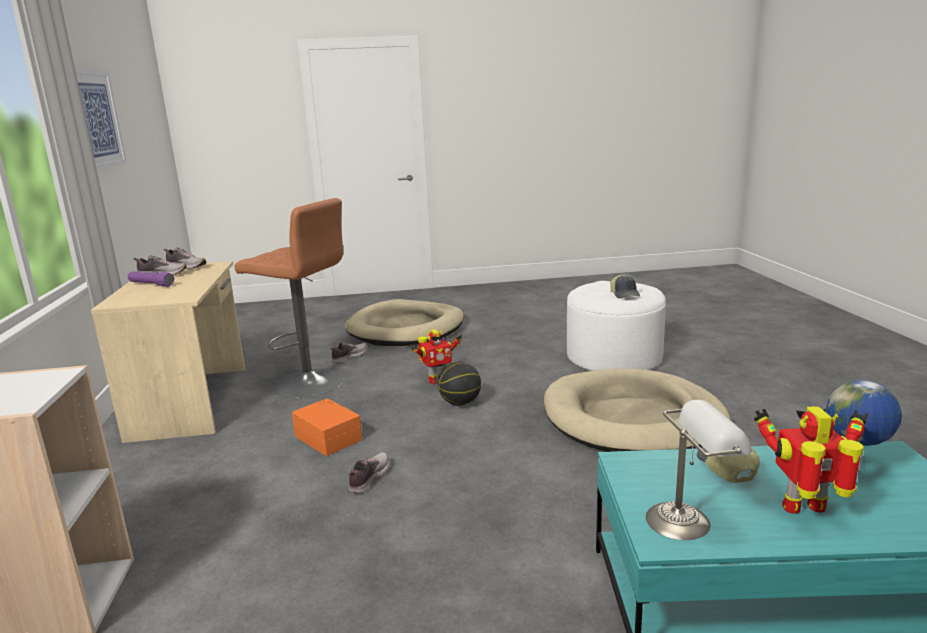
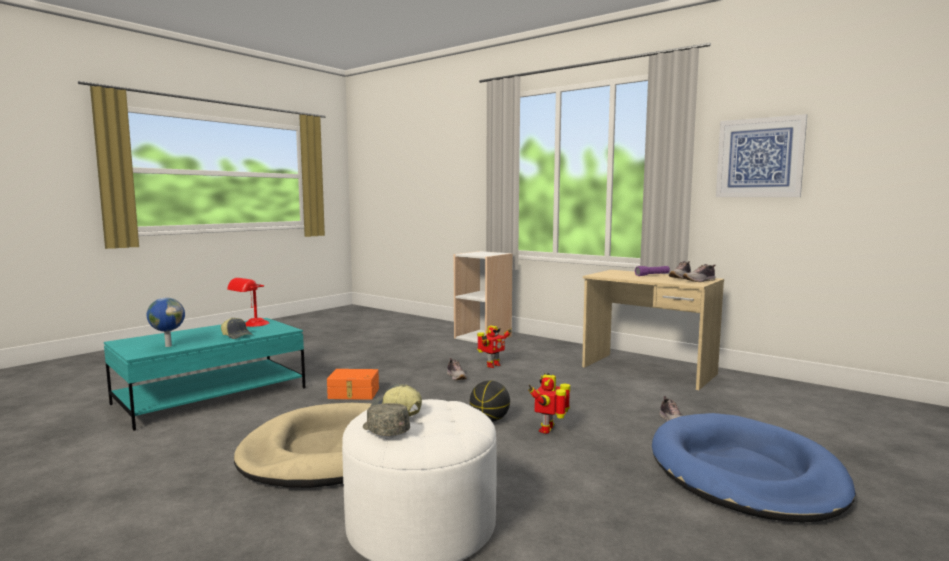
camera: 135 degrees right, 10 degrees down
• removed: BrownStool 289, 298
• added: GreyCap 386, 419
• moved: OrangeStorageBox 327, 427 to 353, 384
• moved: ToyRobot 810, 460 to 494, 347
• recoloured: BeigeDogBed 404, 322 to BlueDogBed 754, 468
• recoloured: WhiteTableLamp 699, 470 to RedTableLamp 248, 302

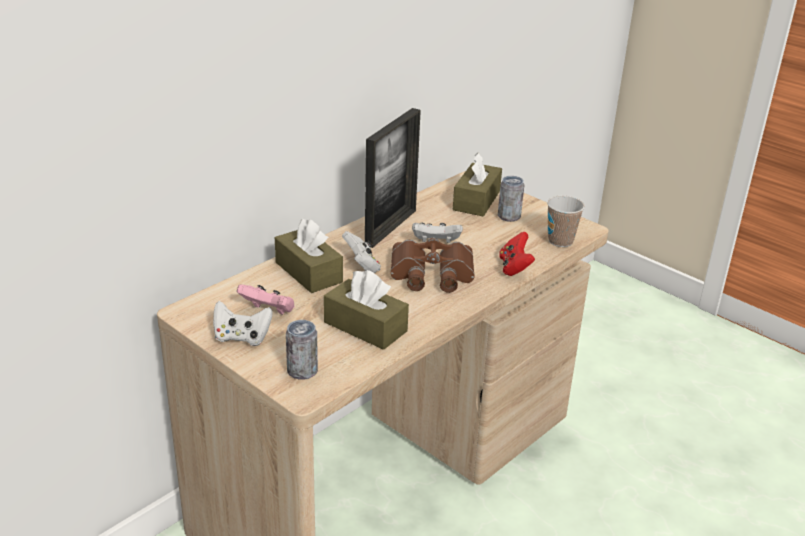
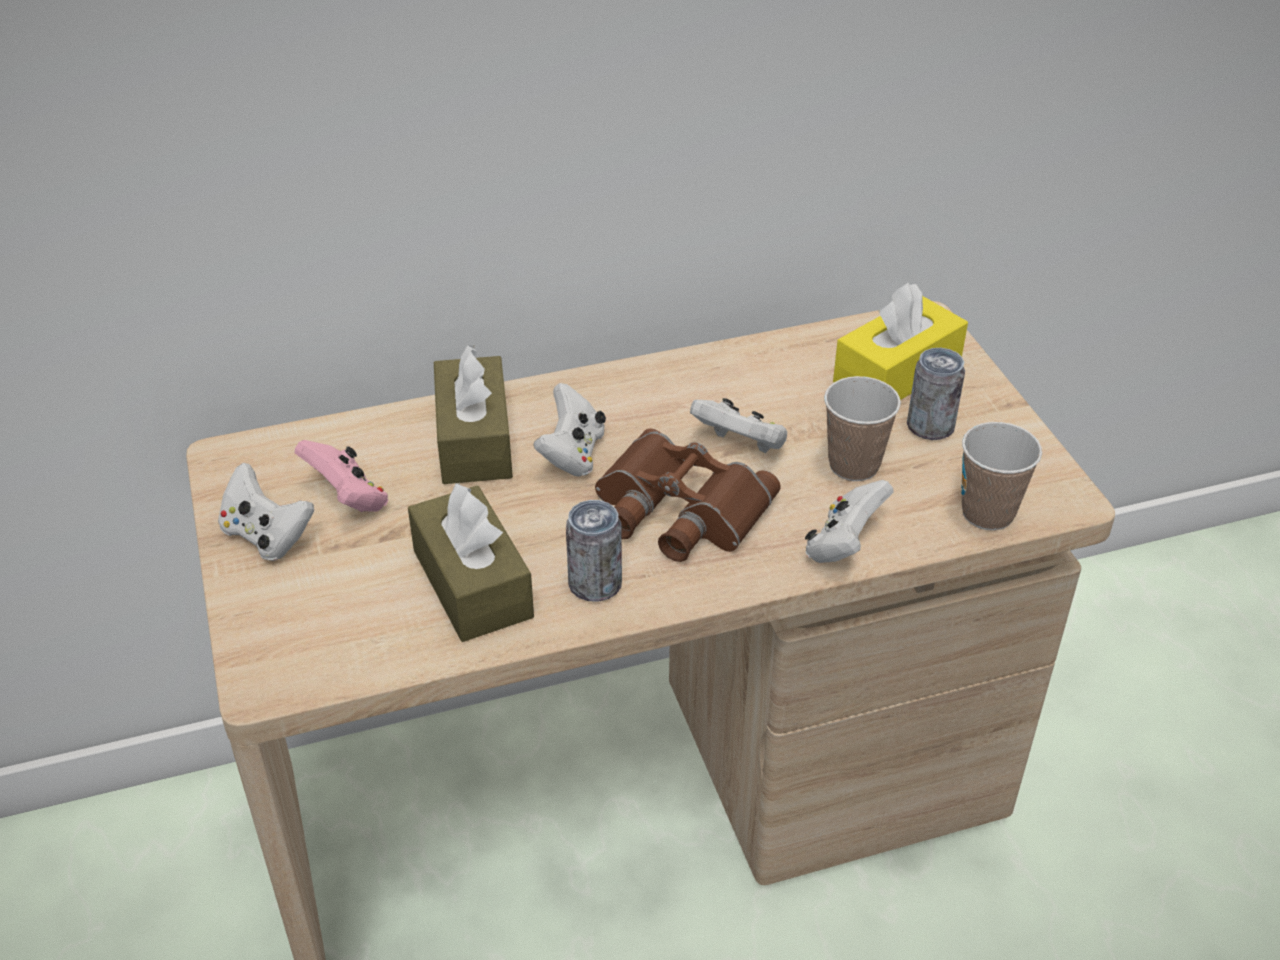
camera: 30 degrees right, 10 degrees up
• removed: PictureFrame 393, 178
• added: Cup 862, 428
• moved: Can 302, 350 to 594, 551
• recoloured: BrownTissueBox 477, 184 to YellowTissueBox 900, 341
• recoloured: RedGameController 517, 254 to WhiteGameController 849, 521

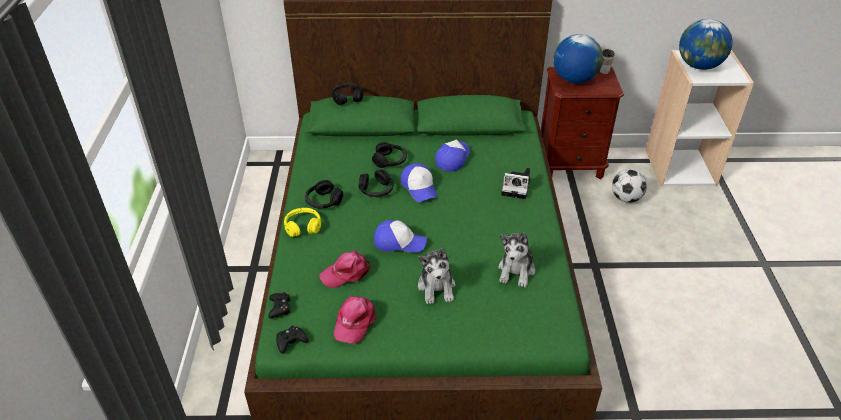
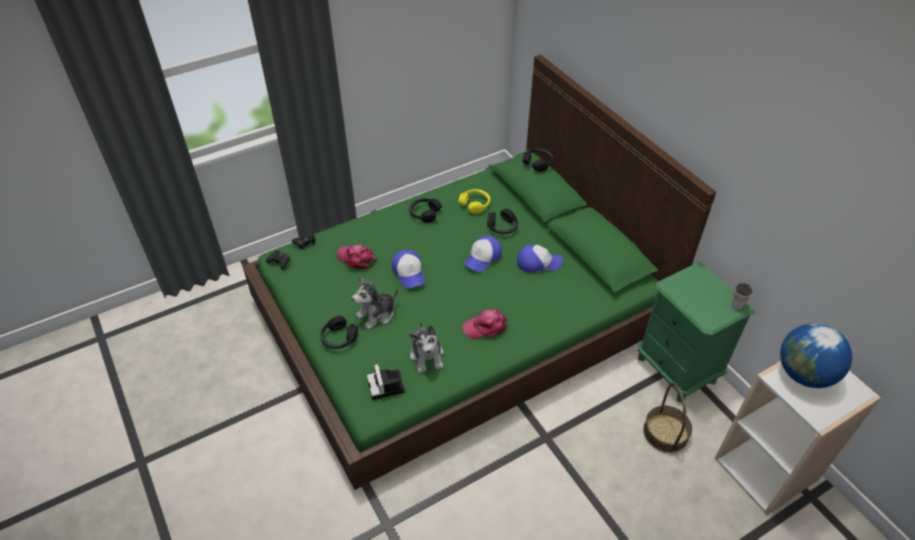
camera: 60 degrees right, 5 degrees up
• removed: Globe 578, 59
• moved: YellowHeadphones 302, 222 to 474, 201
• moved: PinkCap 354, 320 to 485, 324
• moved: BlackHeadphones 376, 183 to 339, 332
• moved: PhotoCamera 515, 183 to 386, 382
• replaced: Football 629, 186 to Basket 667, 418
• recoloured: BrownNightstand 582, 123 to GreenNightstand 696, 332
• turned: PlushToy 516, 260 = 426, 347 90 degrees counterclockwise

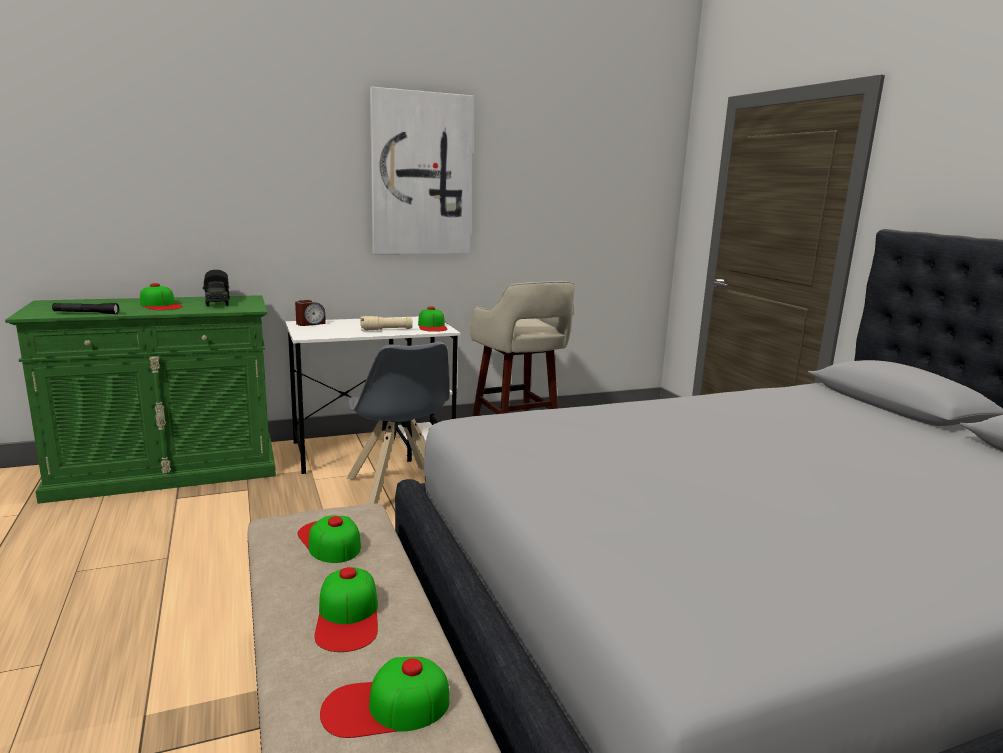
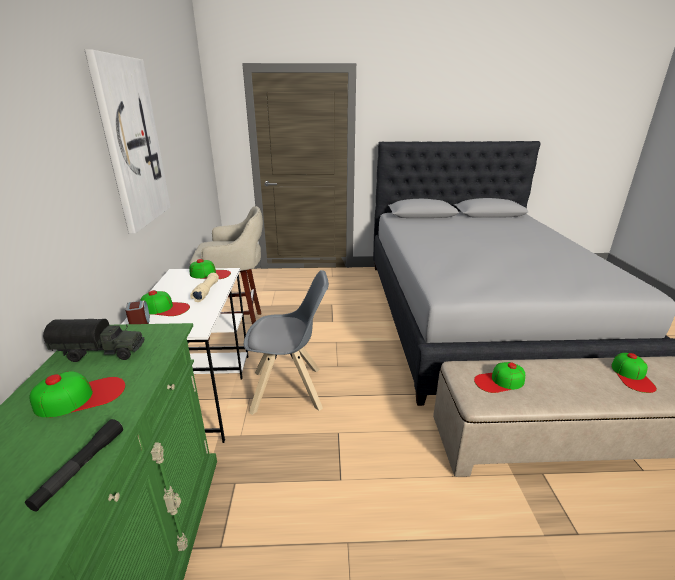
camera: 70 degrees left, 10 degrees up
• moved: Cap 346, 609 to 165, 303

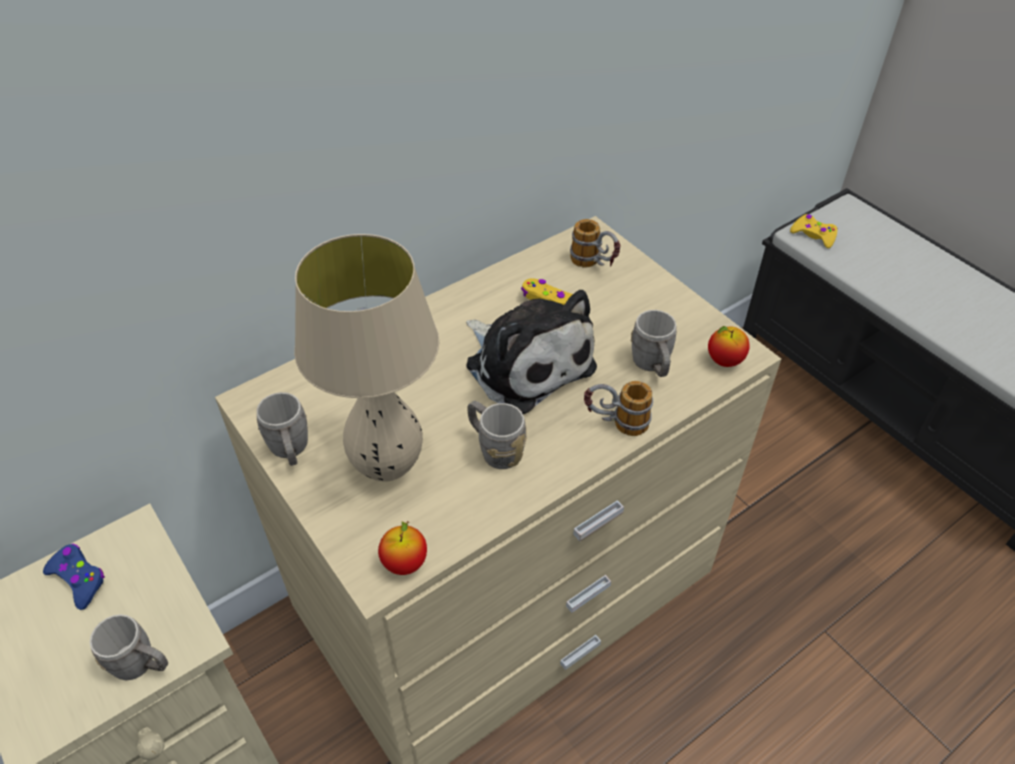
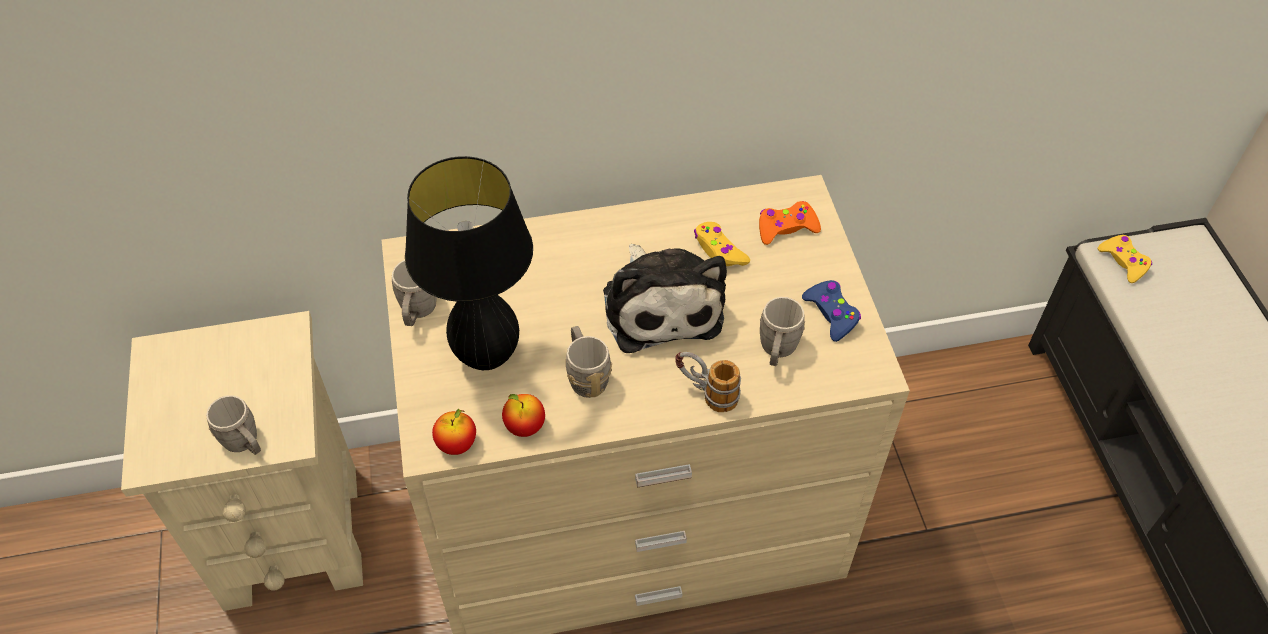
camera: 25 degrees right, 5 degrees up
• moved: BlueGameController 74, 577 to 831, 311
• moved: Apple 729, 346 to 523, 415
• replaced: Mug 595, 243 to OrangeGameController 790, 223
• recoloured: BeigeTableLamp 366, 358 to BlackTableLamp 469, 263

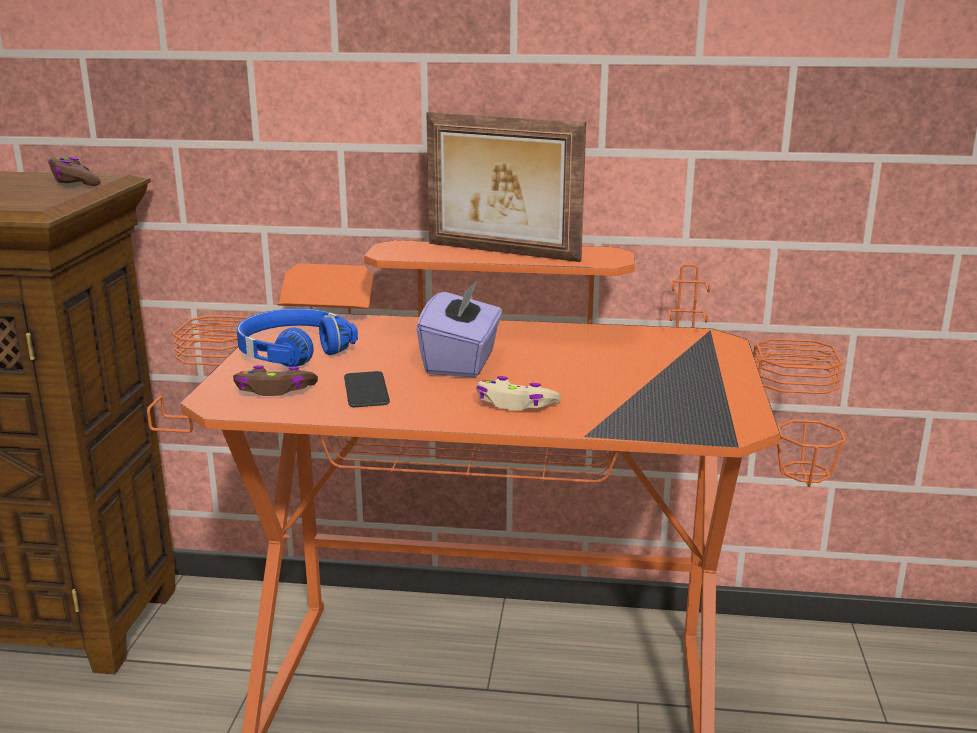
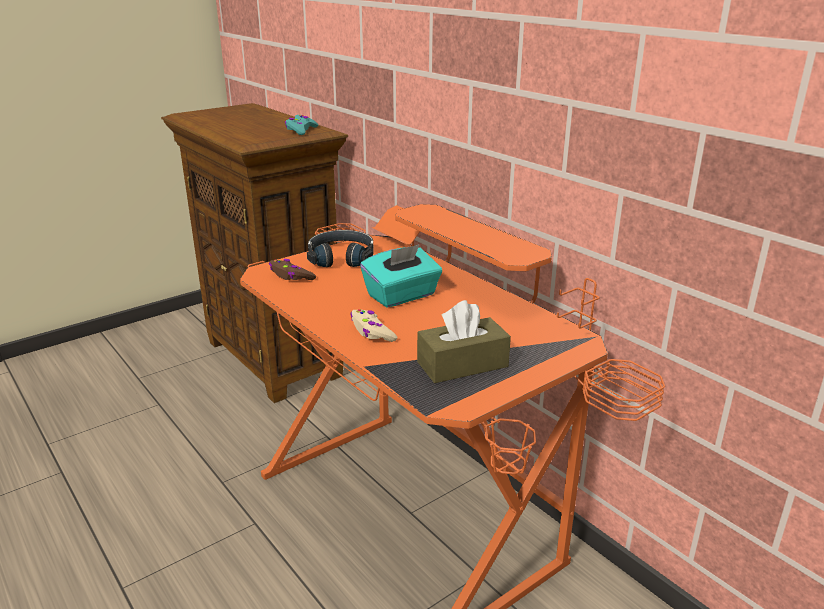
camera: 45 degrees right, 5 degrees up
• removed: Phone 367, 389
• removed: PictureFrame 506, 187
• added: BrownTissueBox 464, 341
• recoloured: BrownGameController 75, 171 to TurquoiseGameController 301, 125
• recoloured: BlueHeadphones 297, 337 to BlackHeadphones 340, 248
• recoloured: PurpleTissueBox 459, 328 to TurquoiseTissueBox 401, 276

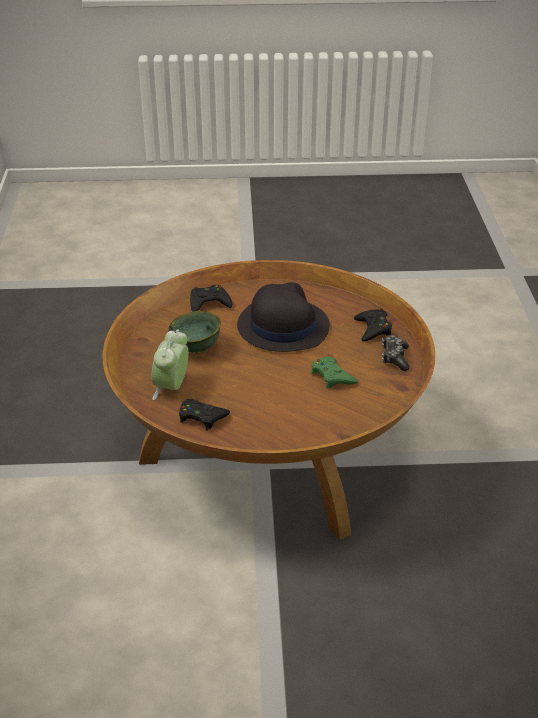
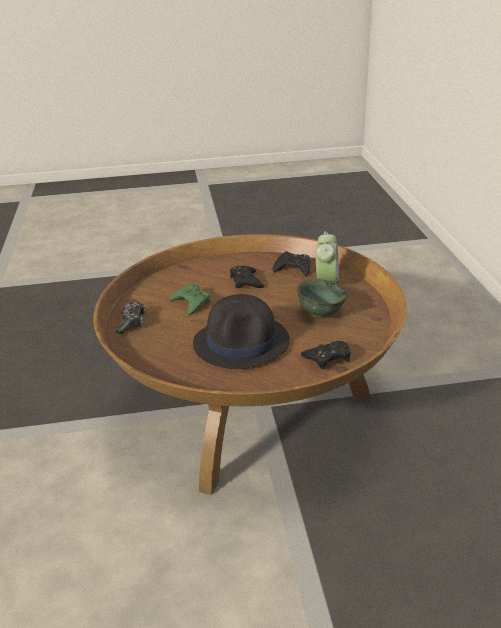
camera: 175 degrees right, 5 degrees down
• moved: BlackGameController 373, 325 to 247, 277

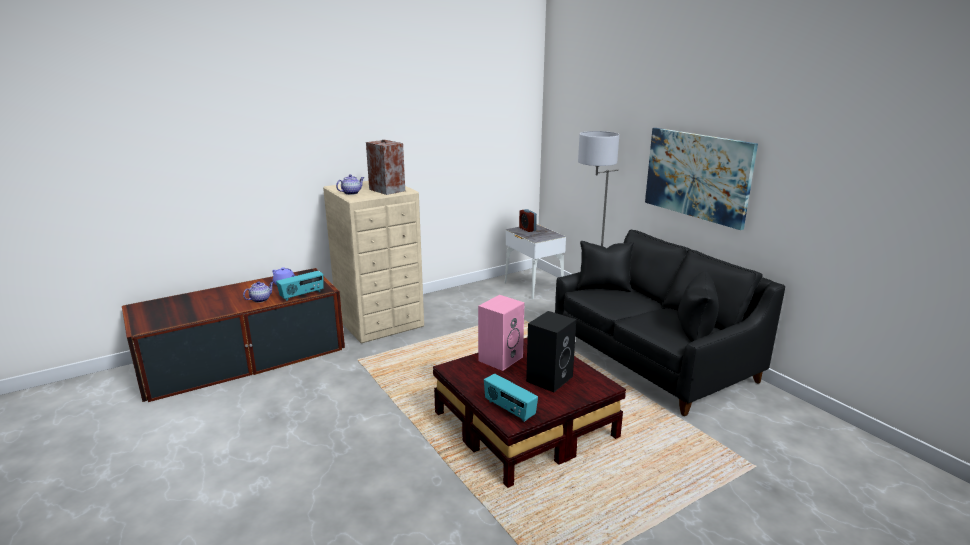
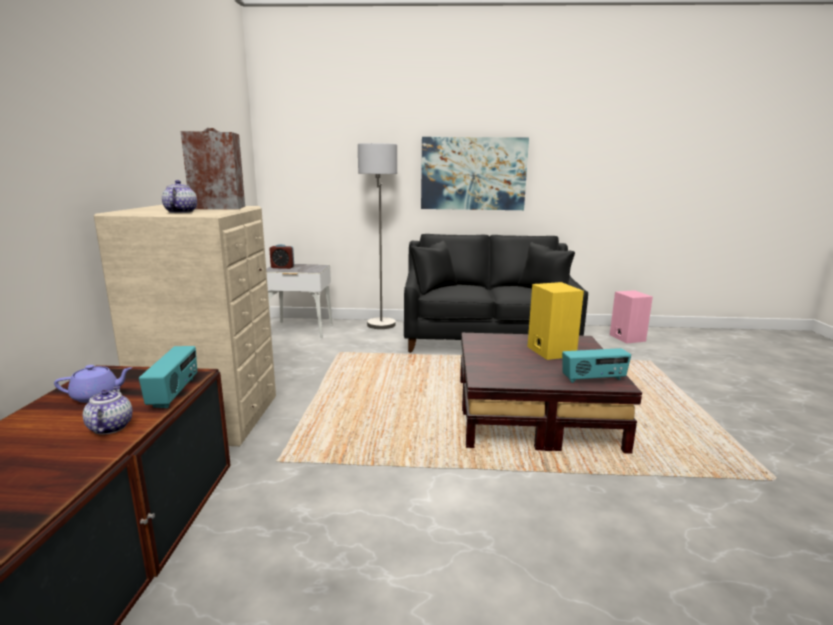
camera: 55 degrees left, 5 degrees down
• moved: PinkSpeaker 501, 333 to 631, 317
• recoloured: BlackSpeaker 551, 351 to YellowSpeaker 555, 321

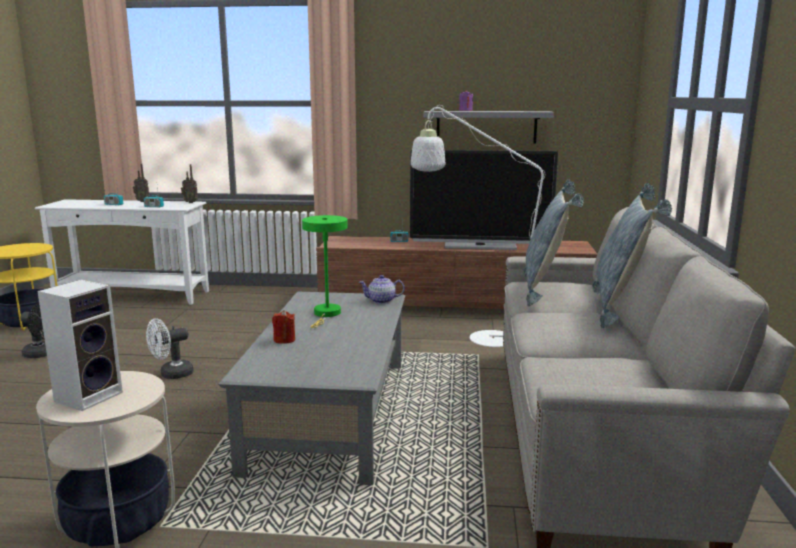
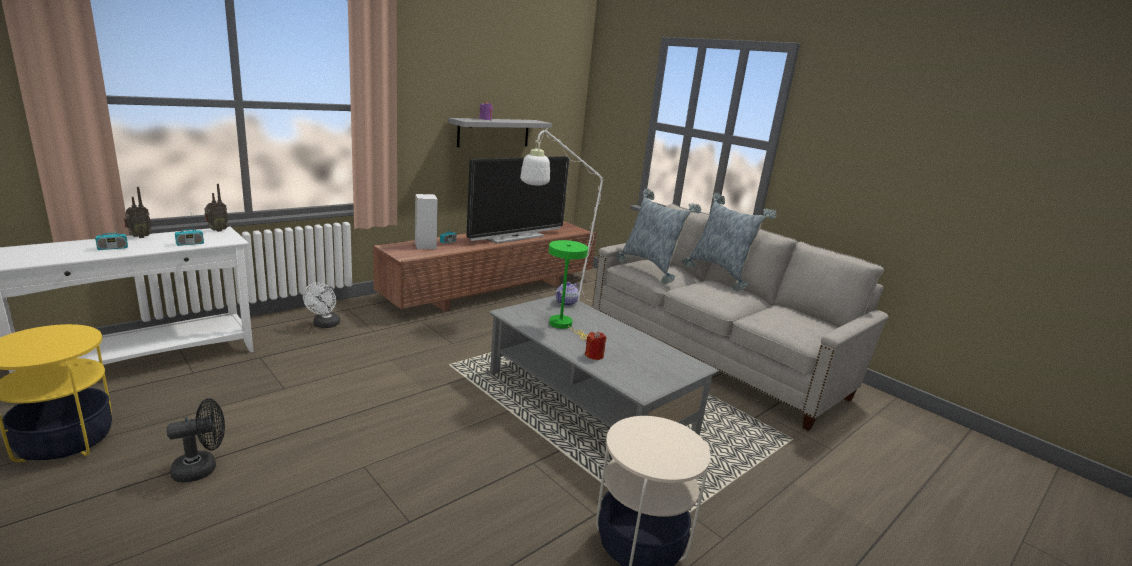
camera: 50 degrees left, 5 degrees up
• moved: Speaker 80, 345 to 426, 221
• moved: WhiteFan 170, 348 to 321, 305

